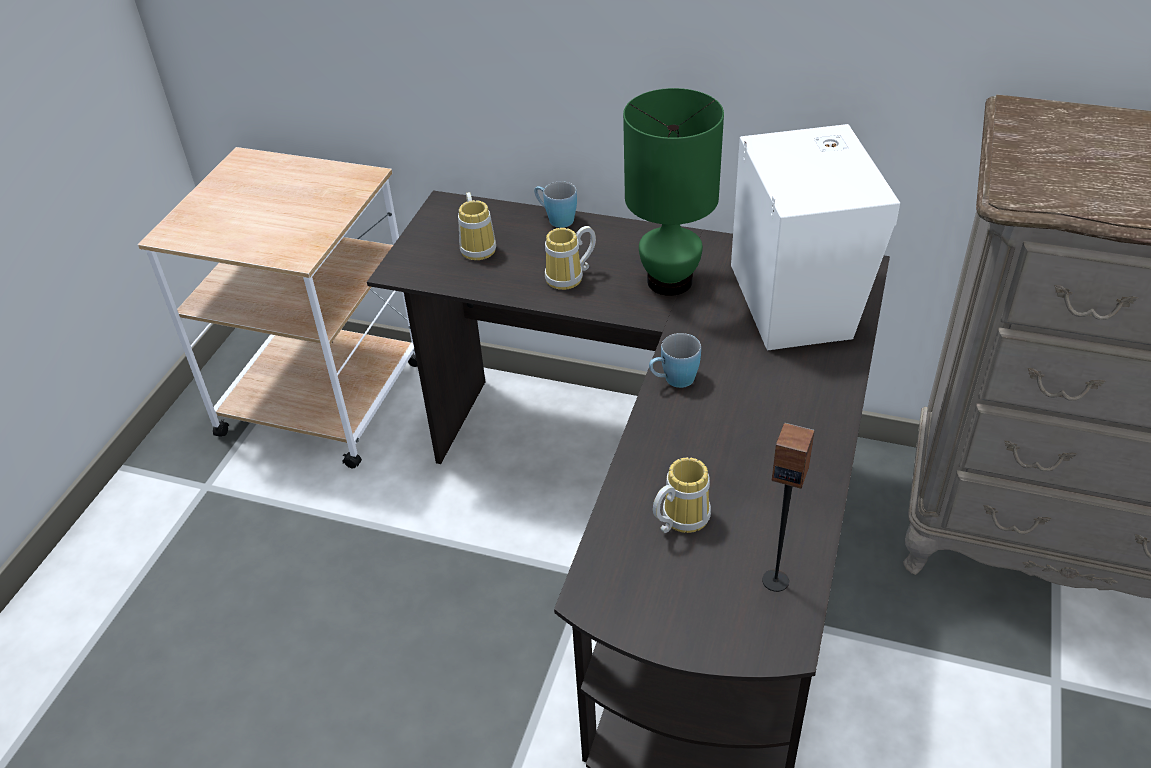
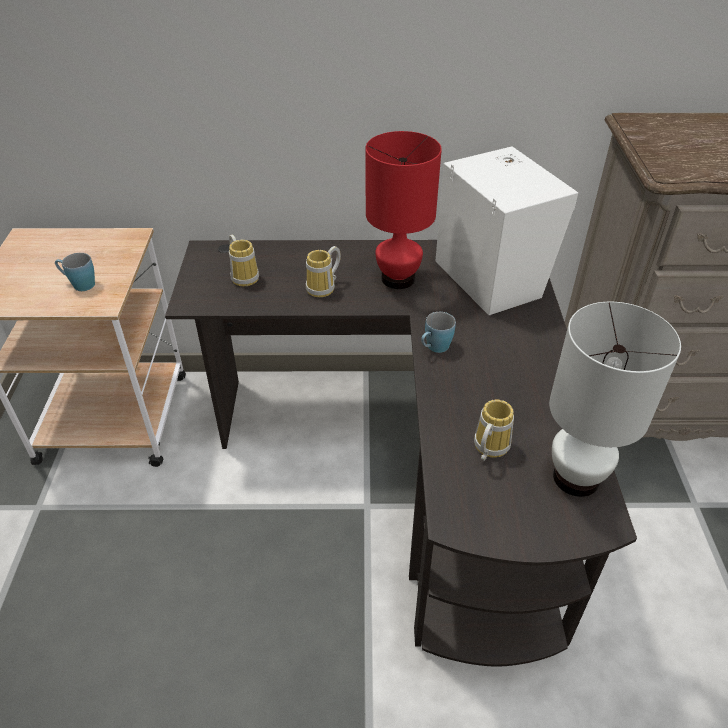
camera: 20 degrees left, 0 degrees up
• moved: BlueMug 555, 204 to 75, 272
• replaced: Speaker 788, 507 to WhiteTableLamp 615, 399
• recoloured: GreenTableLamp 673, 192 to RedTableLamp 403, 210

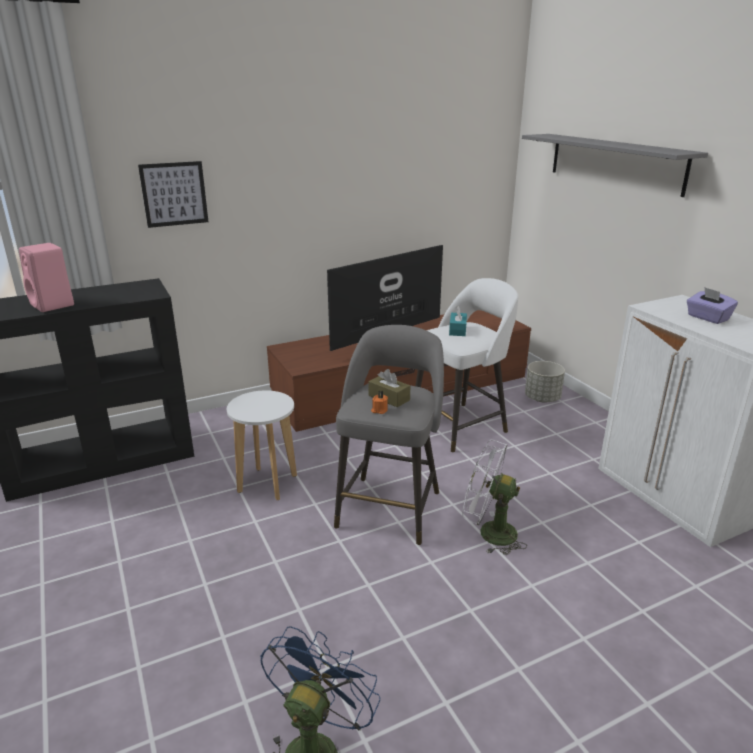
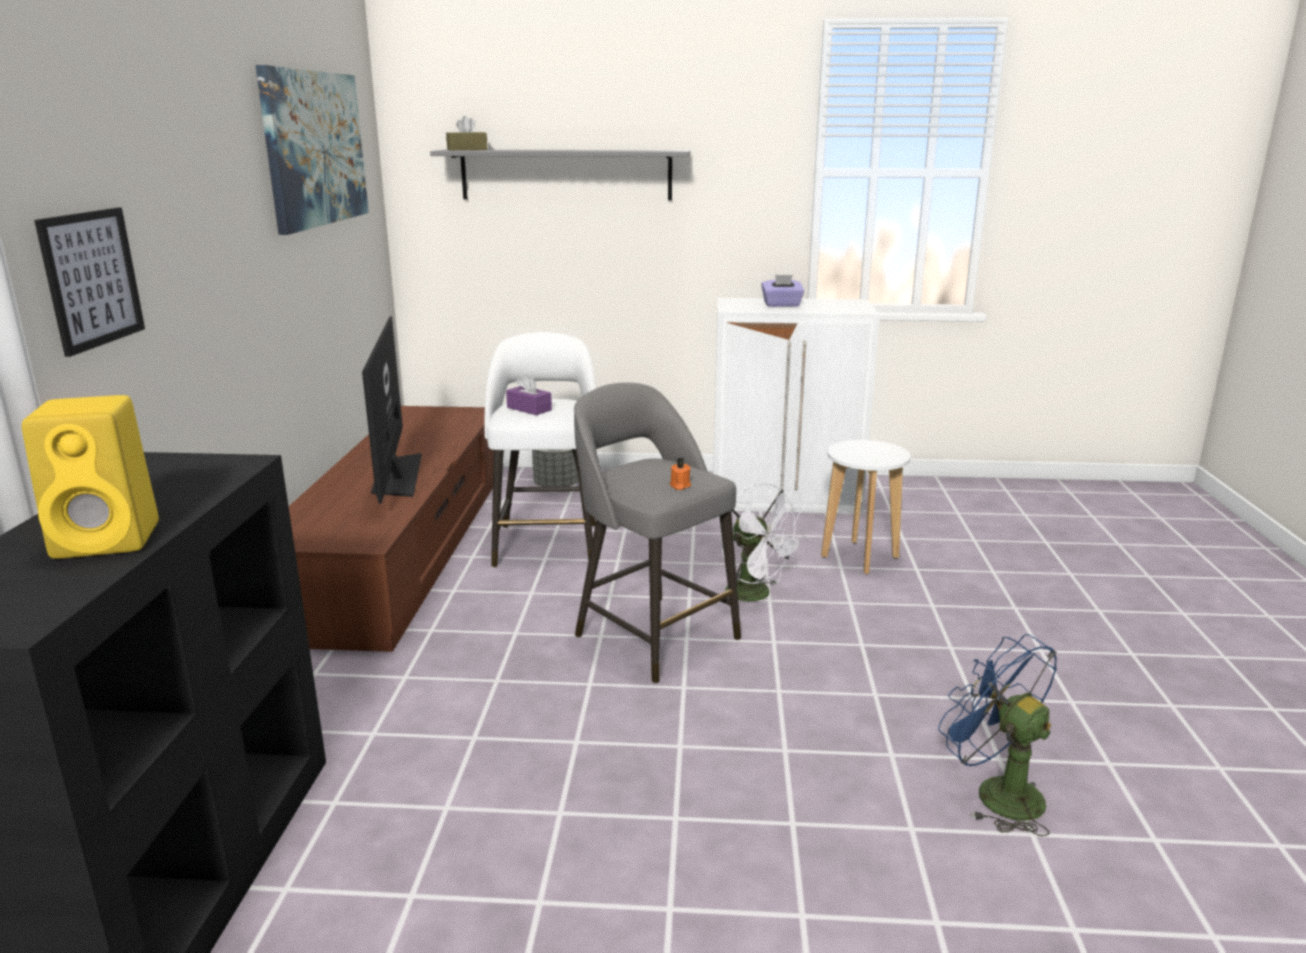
camera: 60 degrees left, 5 degrees down
• added: Picture 312, 150
• moved: WhiteStool 262, 445 to 866, 507
• moved: BrownTissueBox 389, 388 to 466, 133
• recoloured: PinkSpeaker 46, 277 to YellowSpeaker 90, 477
• recoloured: TurquoiseTissueBox 458, 321 to PurpleTissueBox 529, 394
• turned: WhiteFan 494, 497 = 764, 546 90 degrees counterclockwise

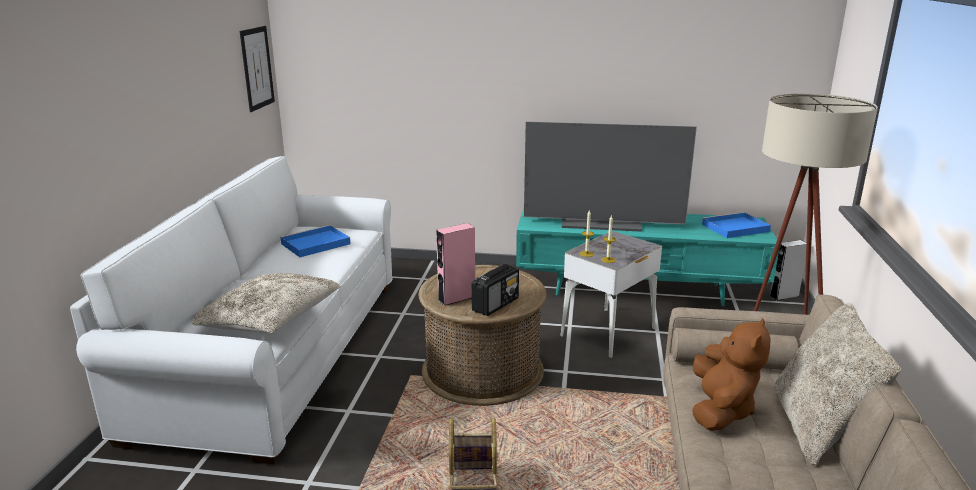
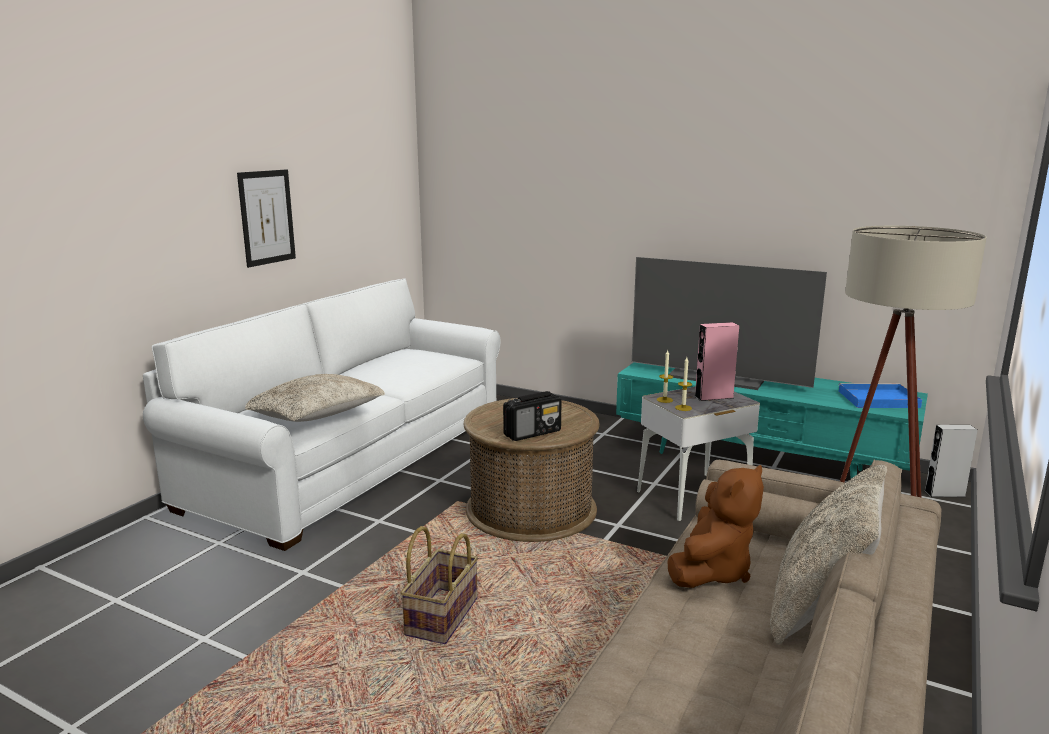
camera: 20 degrees right, 5 degrees down
• removed: BlueTray 315, 241
• moved: Picture 257, 69 to 266, 218
• moved: PinkSpeaker 455, 264 to 716, 361

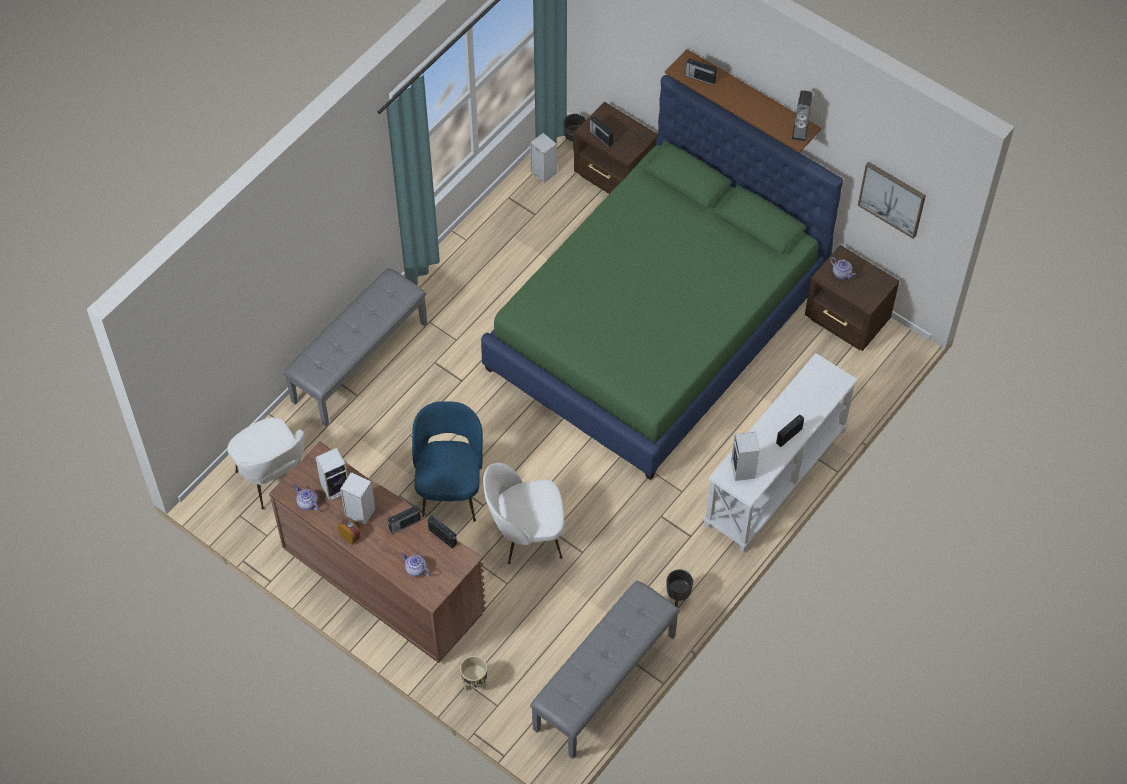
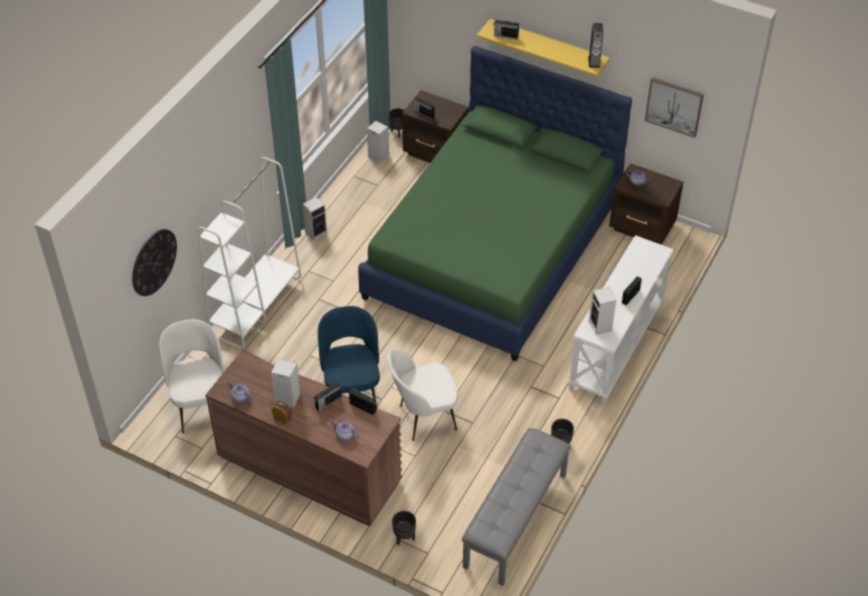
camera: 10 degrees left, 10 degrees down
• added: WallClock 154, 262
• moved: Speaker 331, 474 to 314, 219
• replaced: GreyBench 355, 347 to WhiteClothesRack 249, 252
• recoloured: BeigePlanter 473, 673 to BlackPlanter 404, 528
• recoloured: BrownShelf 743, 101 to YellowShelf 543, 47
• turned: WhiteChair 266, 463 = 191, 376 150 degrees counterclockwise

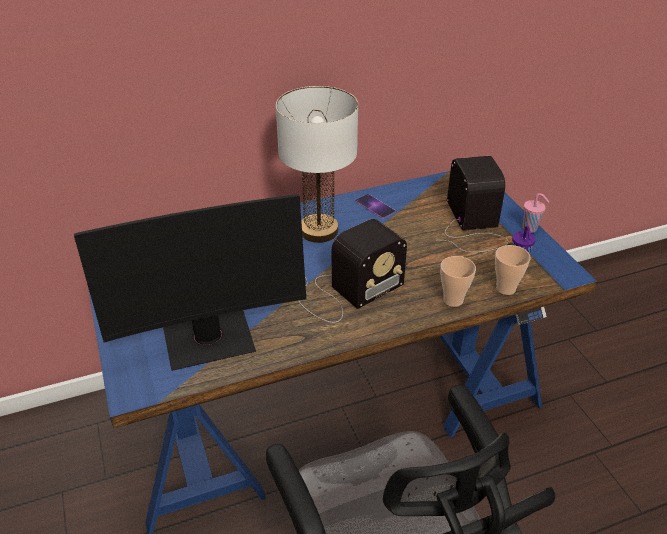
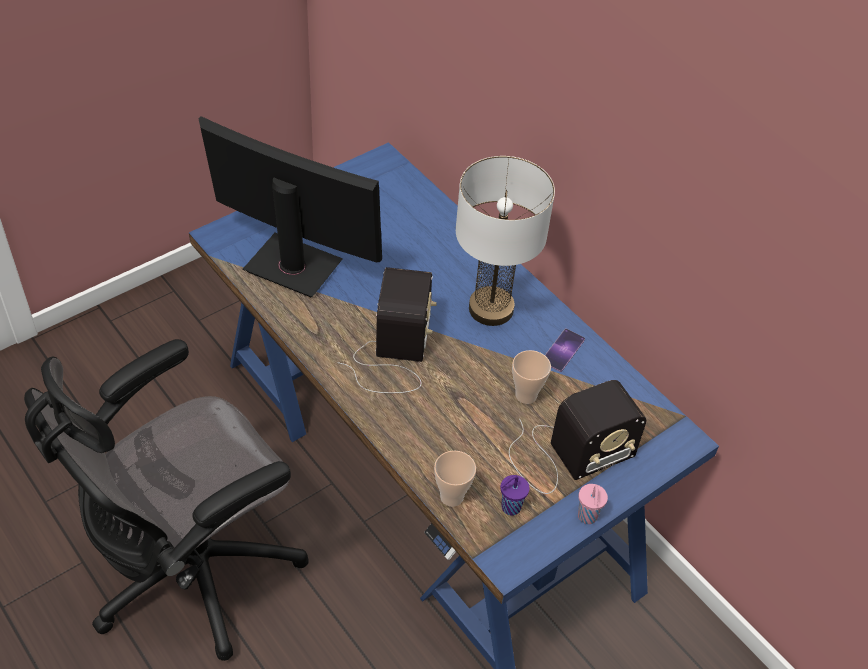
camera: 70 degrees right, 10 degrees up
• moved: Cup 458, 281 to 531, 377
• turned: Monitor 190, 282 = 290, 206 150 degrees clockwise
• turned: Radio 353, 271 = 387, 330 120 degrees counterclockwise

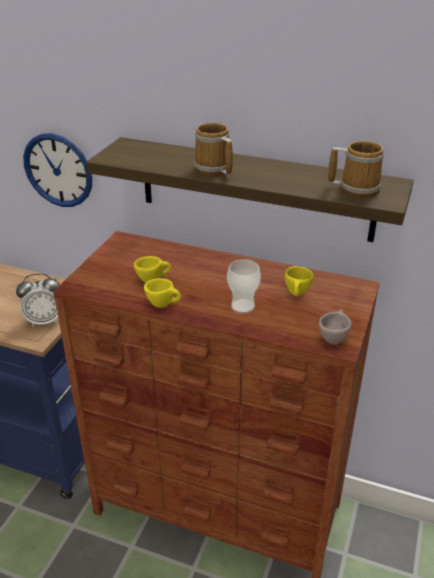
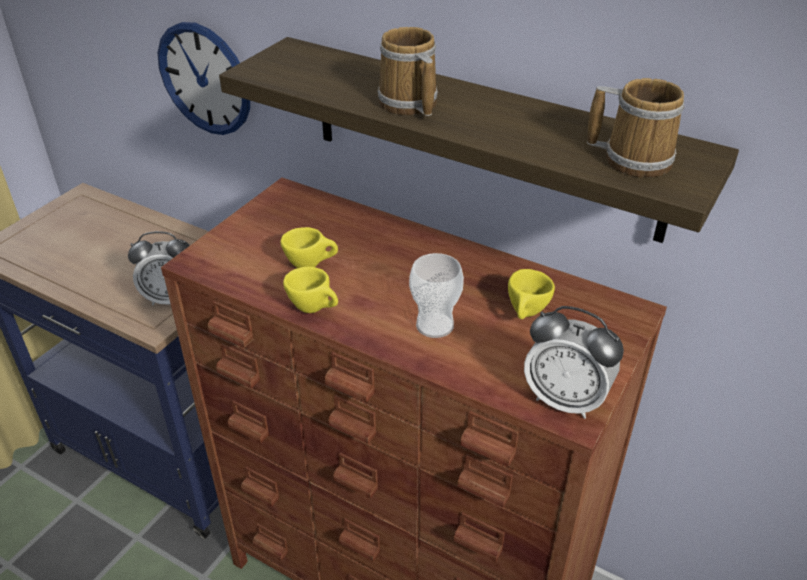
camera: 10 degrees right, 5 degrees up
• replaced: BeigeCup 335, 327 to AlarmClock 574, 362

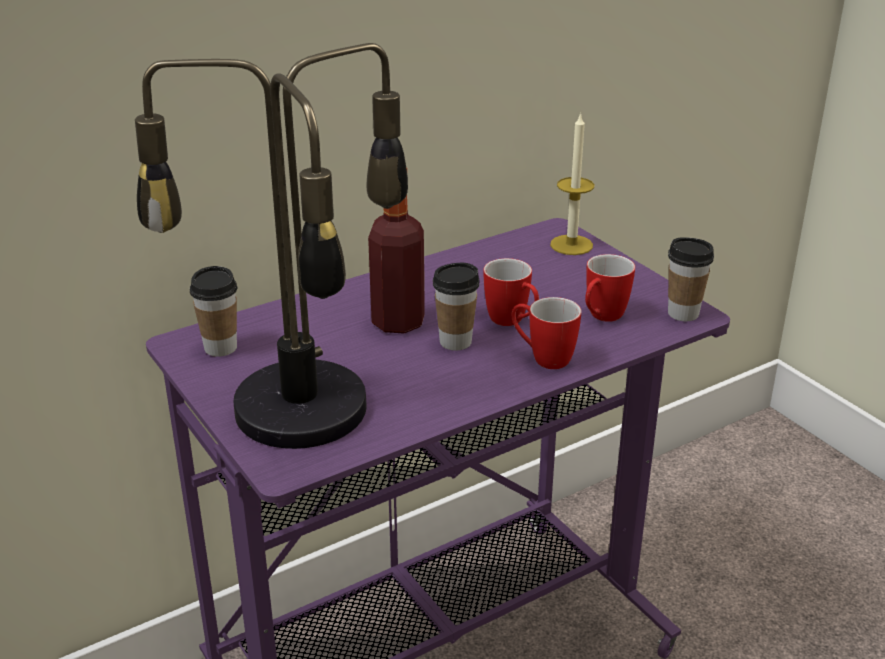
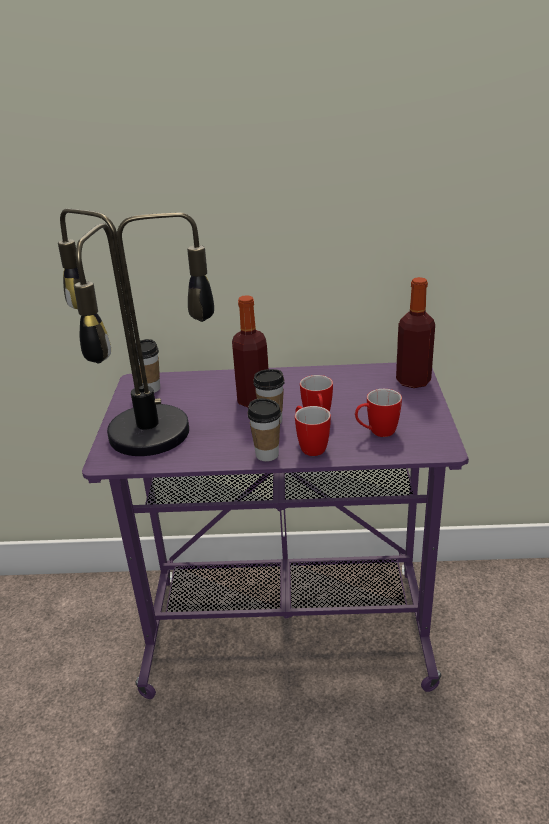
camera: 35 degrees right, 0 degrees up
• moved: Cup 691, 279 to 264, 429
• replaced: Candle 572, 183 to Bottle 415, 332

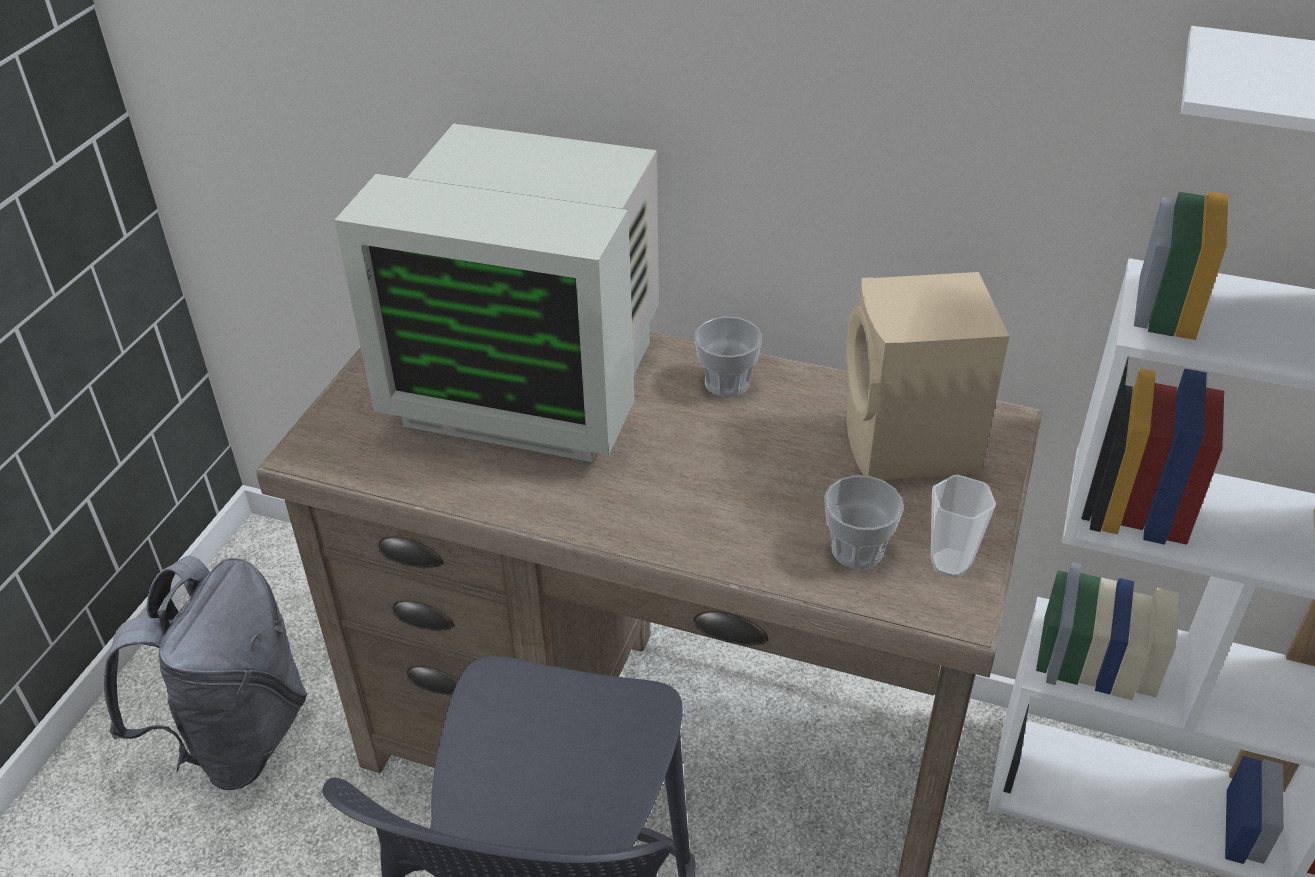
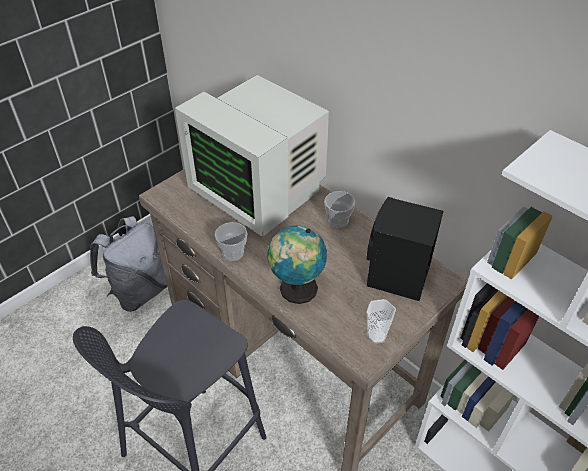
camera: 25 degrees right, 5 degrees up
• added: Globe 297, 264
• moved: Cup 864, 522 to 231, 241
• recoloured: BeigeSpeaker 927, 376 to BlackSpeaker 405, 249

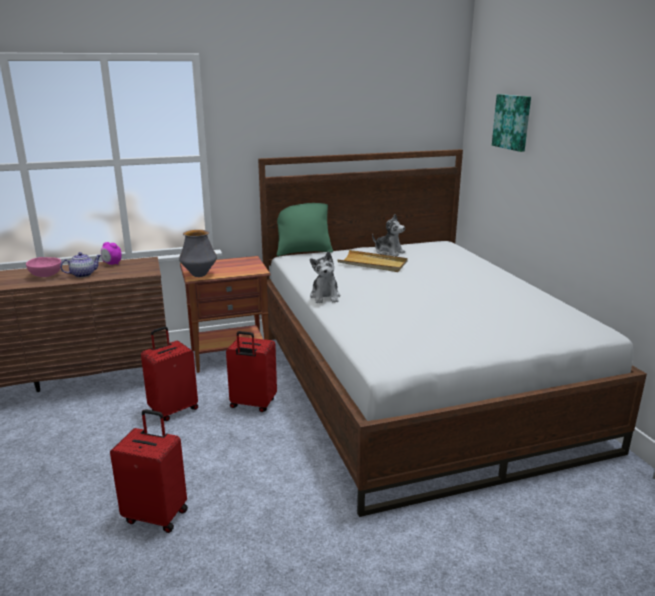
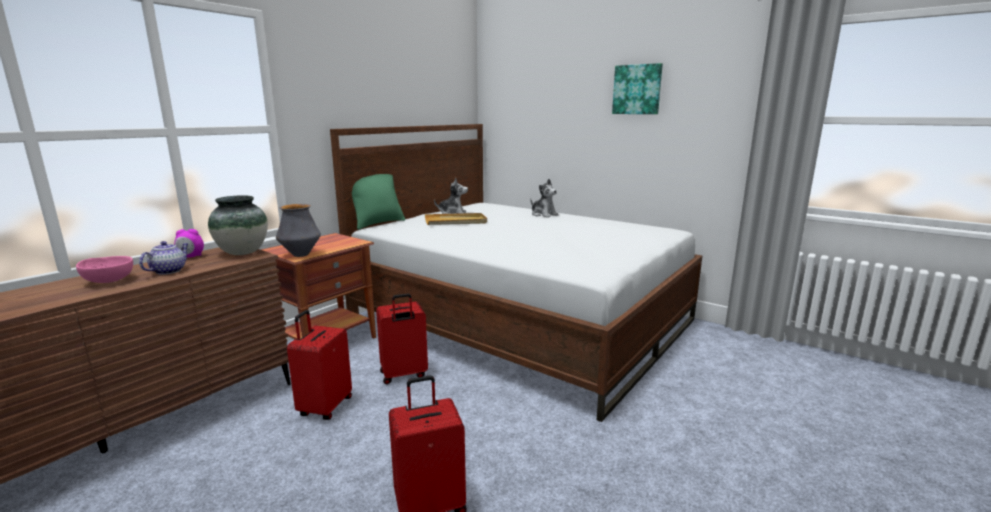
camera: 35 degrees left, 5 degrees down
• added: Vase 238, 225
• moved: PlushToy 325, 277 to 544, 198
• moved: Picture 511, 123 to 637, 88

